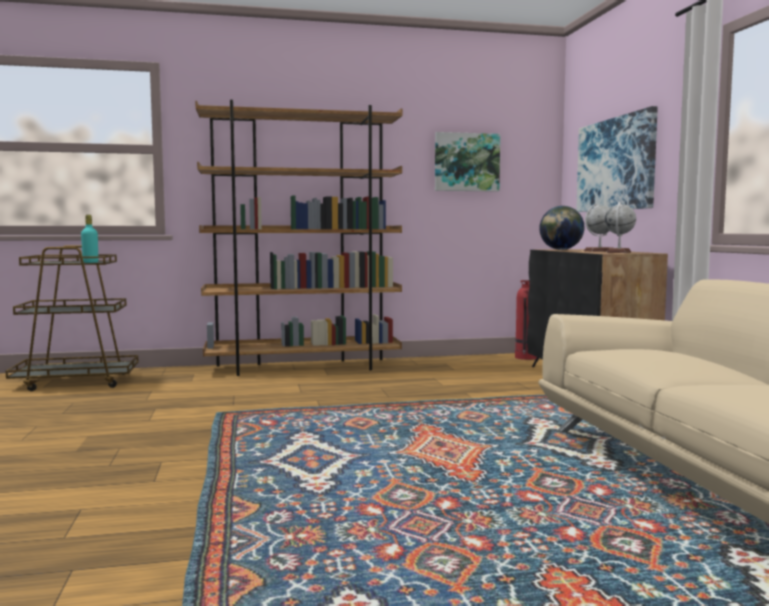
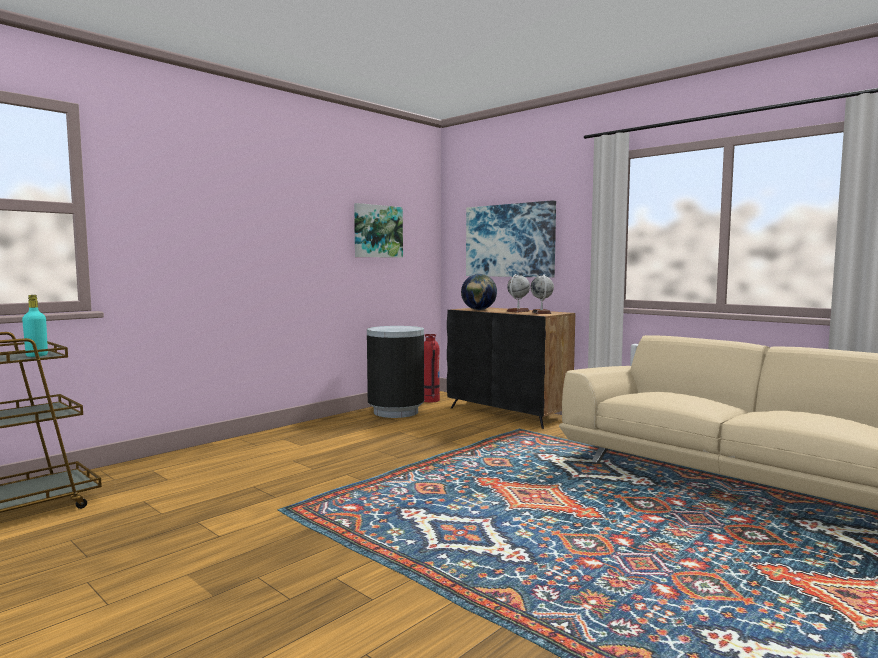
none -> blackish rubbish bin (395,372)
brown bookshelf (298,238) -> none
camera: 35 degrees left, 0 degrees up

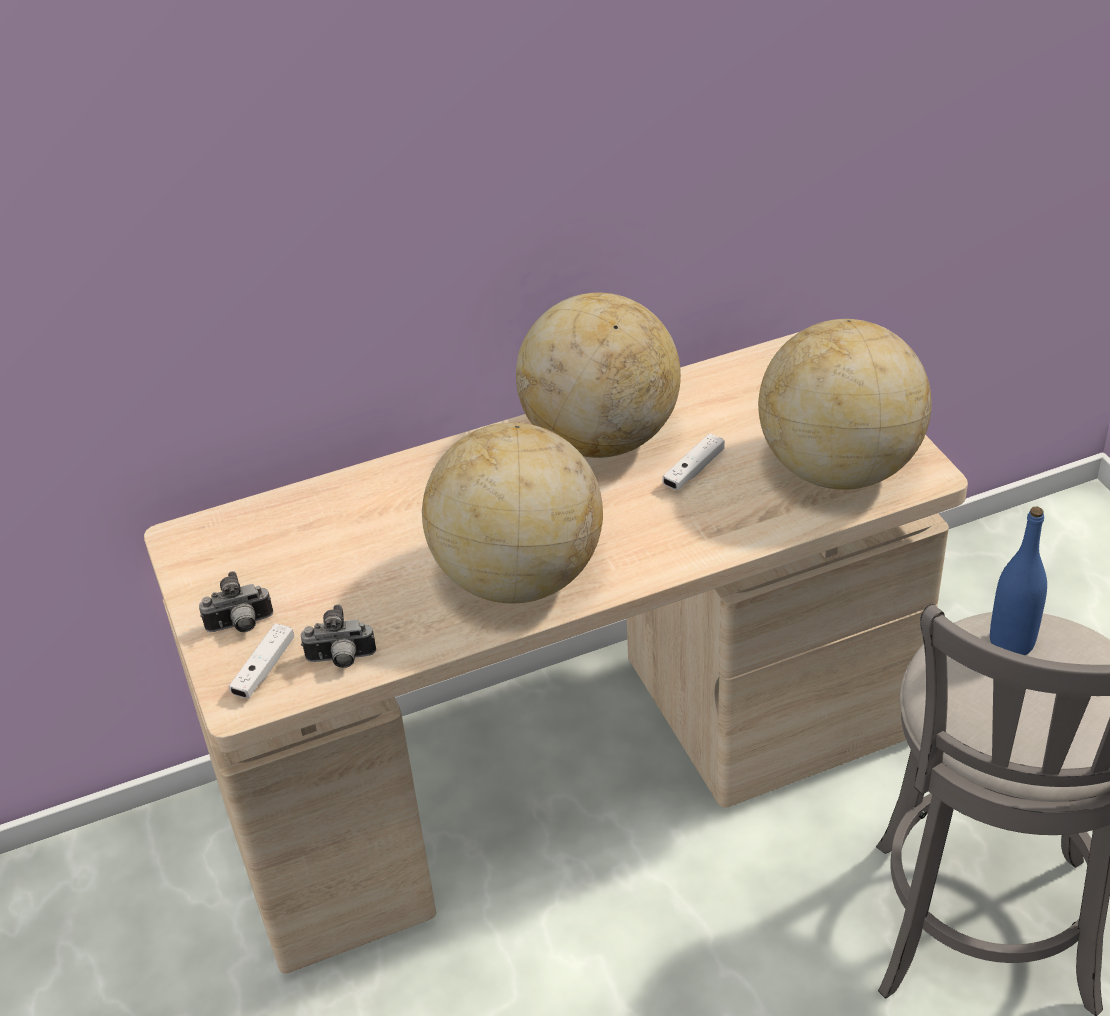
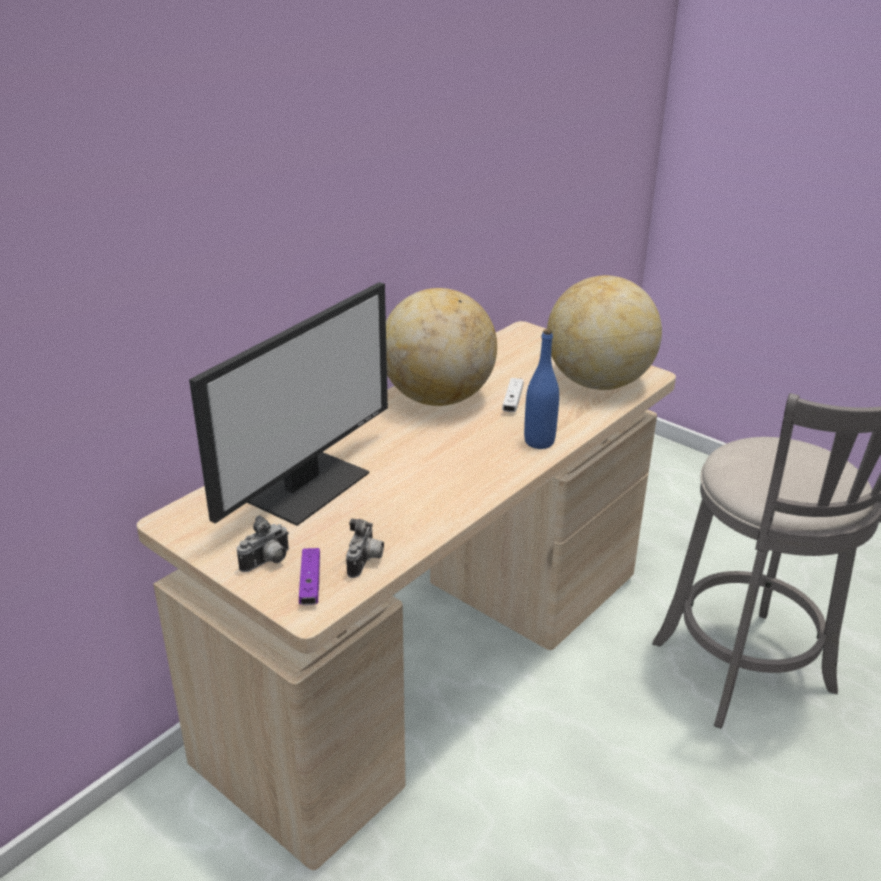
none -> computer display (288,404)
whitish joypad (261,660) -> purple joypad (309,576)
still camera (338,636) -> still camera (365,548), 45 degrees counterclockwise
blue-coloured bottle (1018,580) -> blue-coloured bottle (541,389), shifted
globe (512,513) -> none
camera: 30 degrees left, 10 degrees down

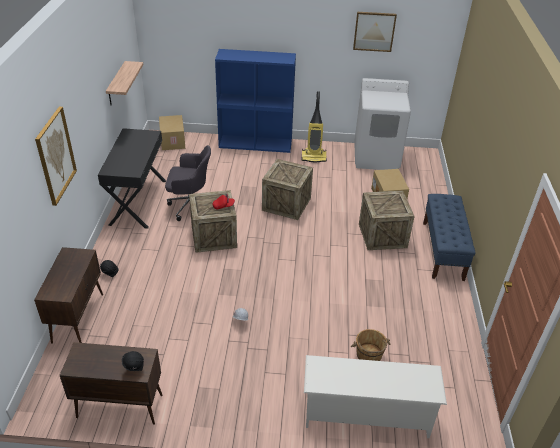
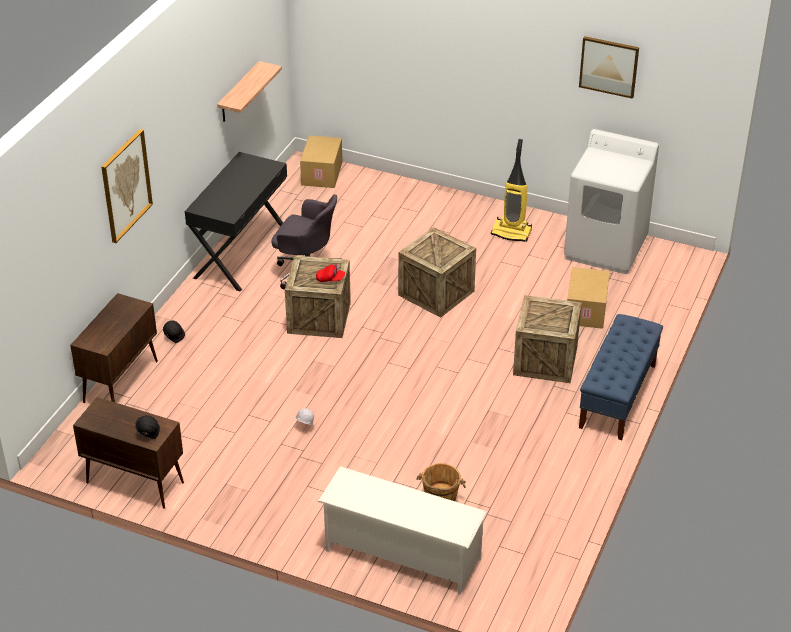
blue-coloured bookshelf (255,101) -> none
camera: 20 degrees right, 0 degrees up

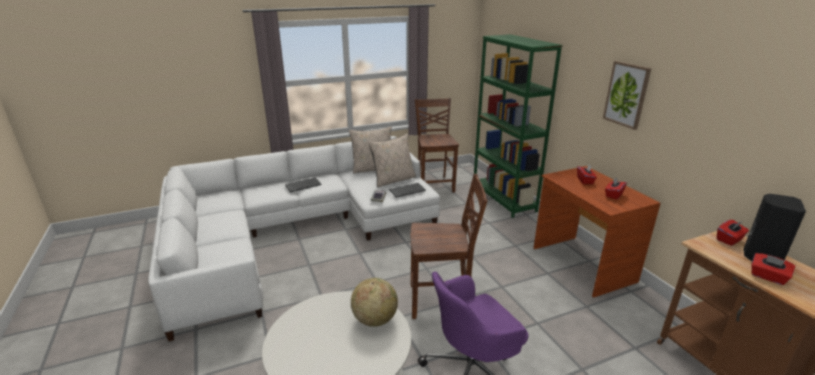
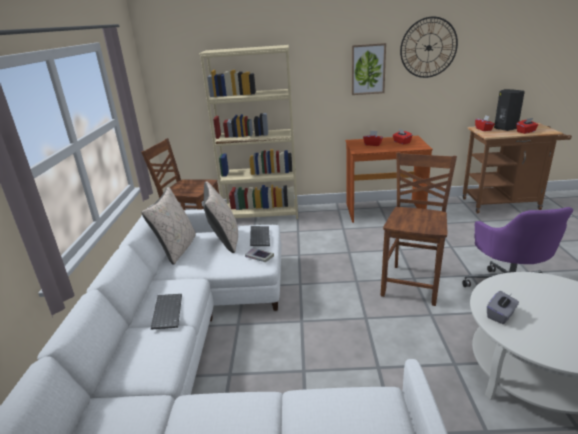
greenish bookshelf (518,126) -> sand-coloured bookshelf (248,132)
none -> wall clock (429,47)
none -> greyish box of tissues (503,307)
globe (374,302) -> none
camera: 65 degrees left, 0 degrees up

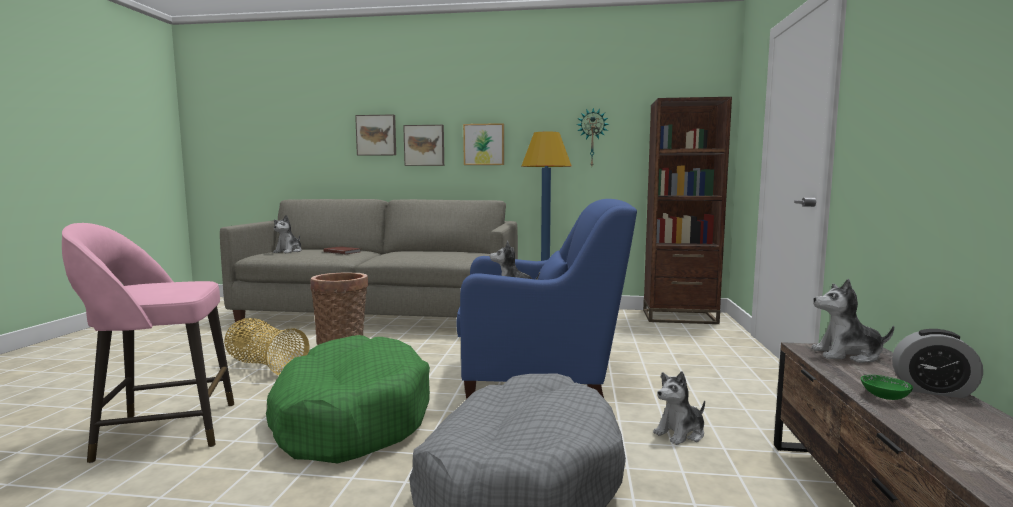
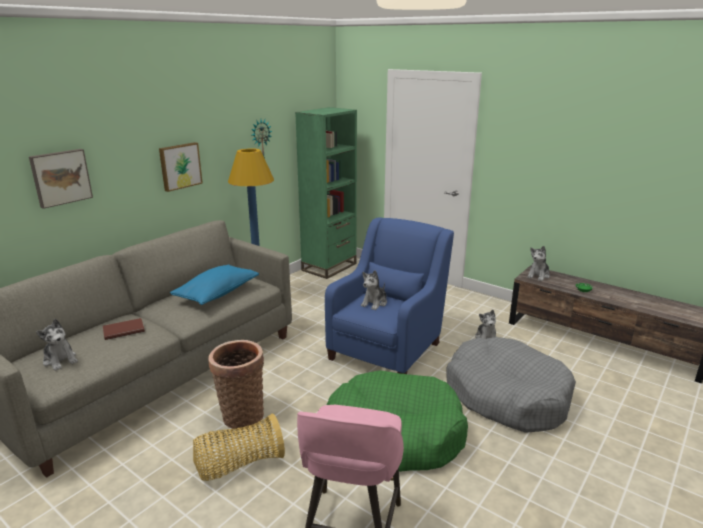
none -> blue-coloured throw pillow (214,285)
brown bookshelf (687,210) -> greenish bookshelf (326,193)
wall art (423,145) -> none
table clock (937,363) -> none
camera: 60 degrees left, 15 degrees up

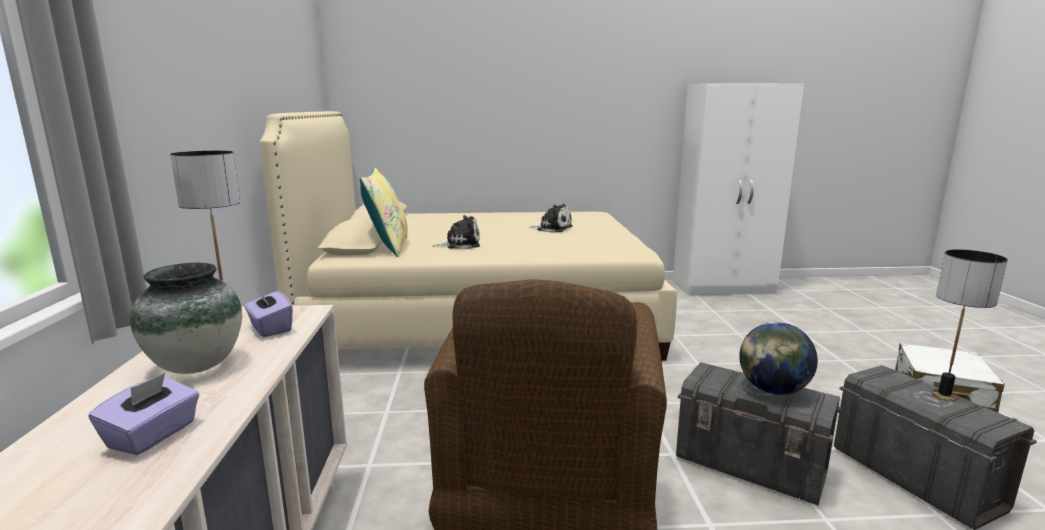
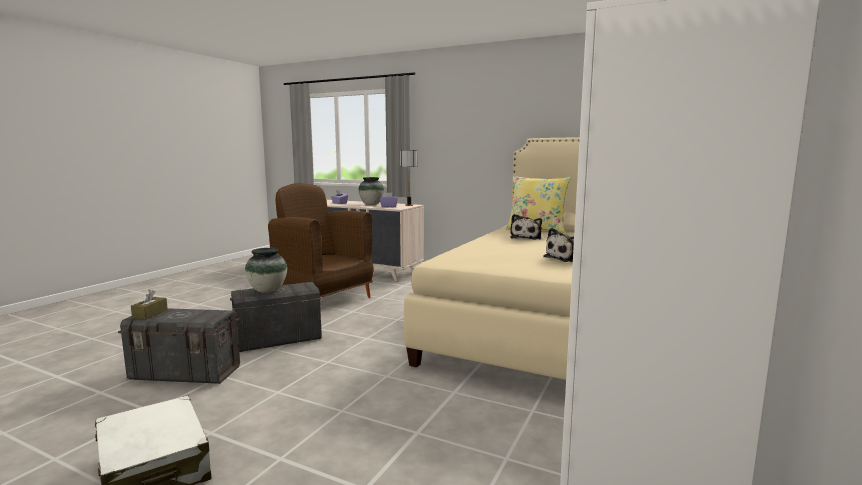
none -> brown box of tissues (149,305)
globe (778,358) -> vase (266,270)
tabletop lamp (970,325) -> none
camera: 120 degrees right, 5 degrees down

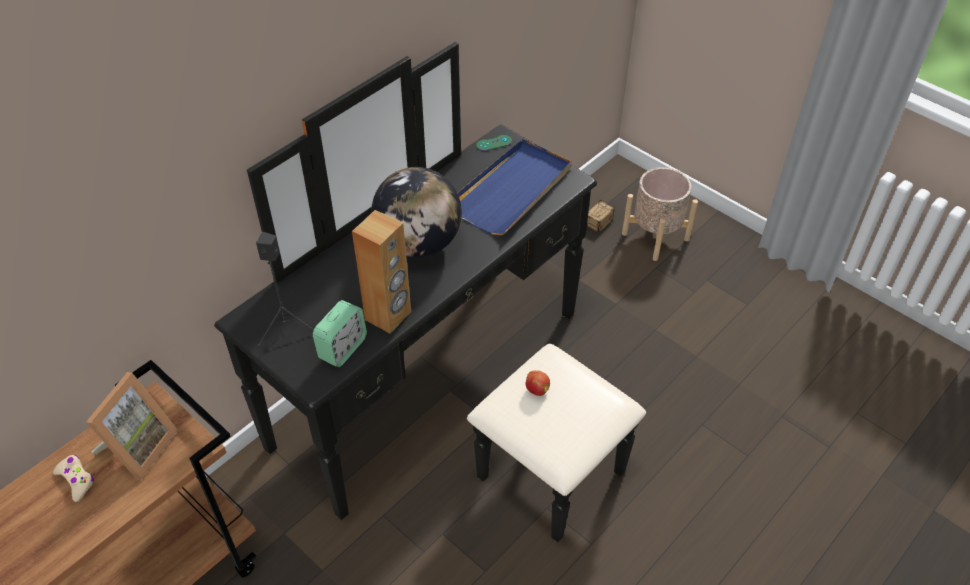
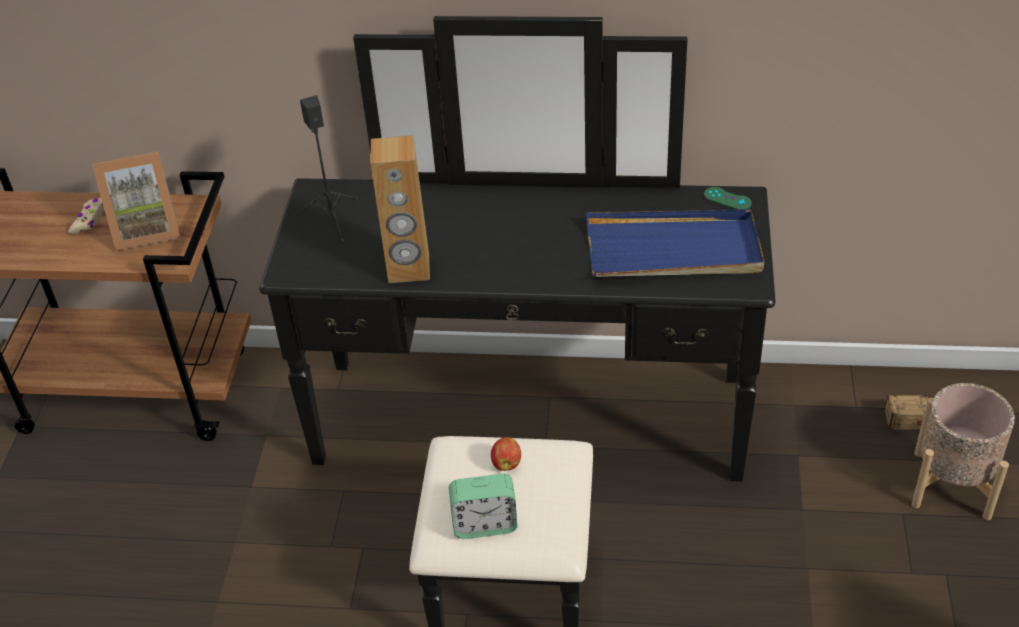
table clock (340,333) -> table clock (483,506), shifted
globe (416,212) -> none
camera: 55 degrees right, 5 degrees down

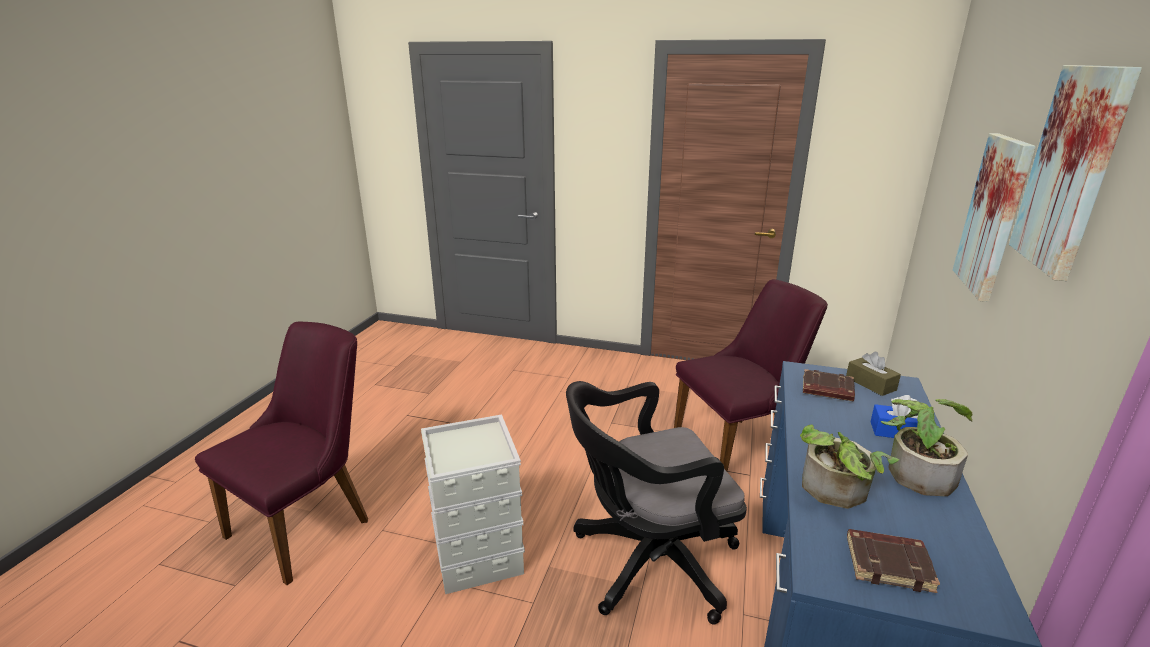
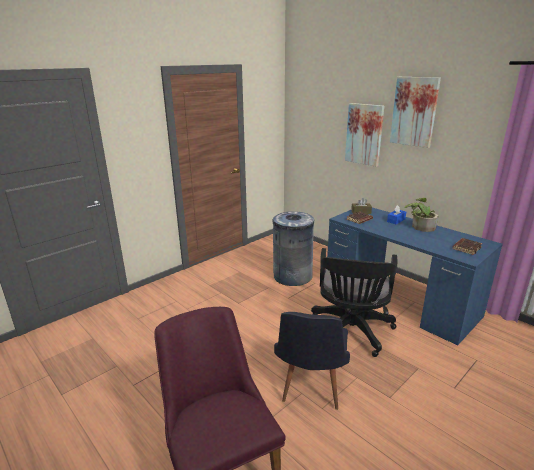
purple chair (751,375) -> greyish rubbish bin (293,248)
greyish storage box (473,504) -> blackish chair (312,361)
houseplant (849,467) -> none
camera: 60 degrees left, 0 degrees up

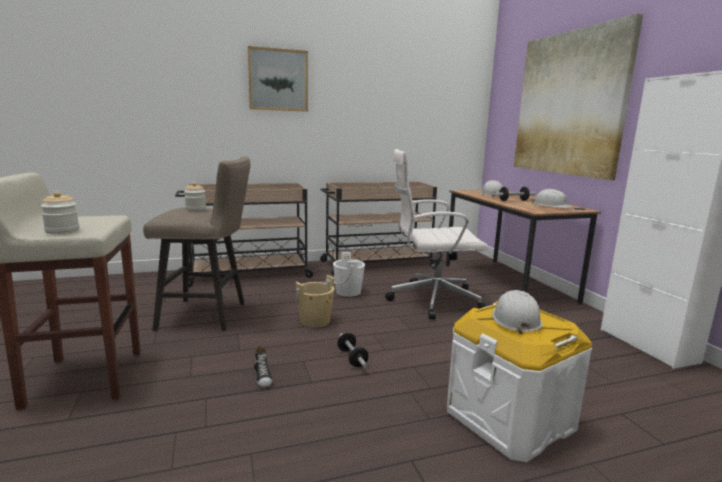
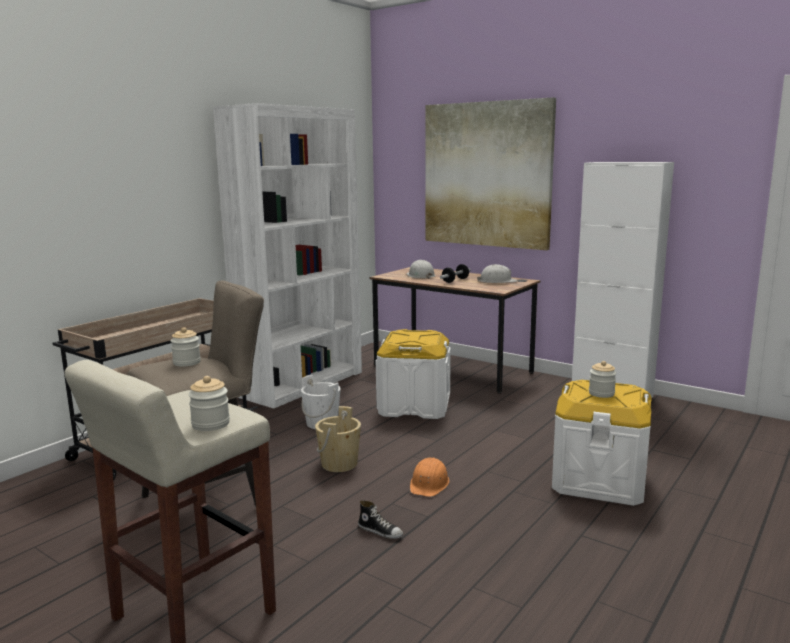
sand-coloured trolley (378,228) -> whitish bookshelf (287,255)
whitish computer chair (436,234) -> whitish storage box (413,374)
dumbbell (352,350) -> orange safety helmet (429,477)
whitish safety helmet (517,312) -> jar (602,379)
wall art (278,79) -> none
camera: 35 degrees left, 0 degrees up

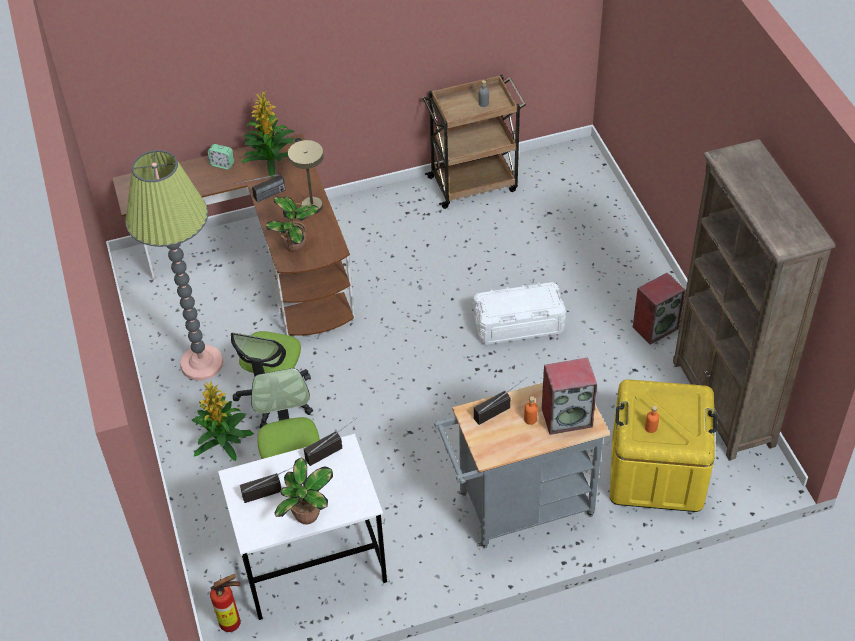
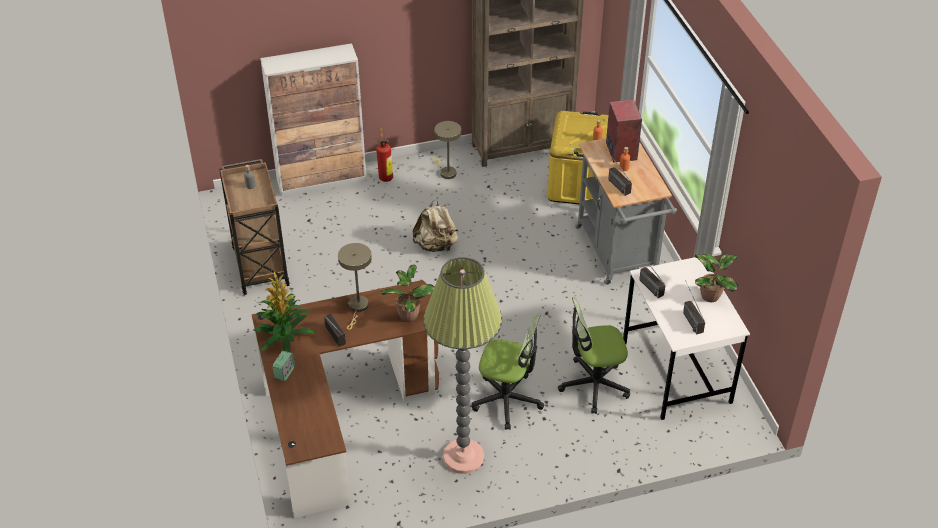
none -> storage cabinet (313,120)
fire-fighting cylinder (225,603) -> fire-fighting cylinder (384,154), shifted
whitish storage box (519,313) -> sand-coloured knapsack (435,226)
speaker (659,309) -> sand-coloured tabletop lamp (447,150)
houseplant (223,421) -> none
camera: 90 degrees left, 5 degrees down

